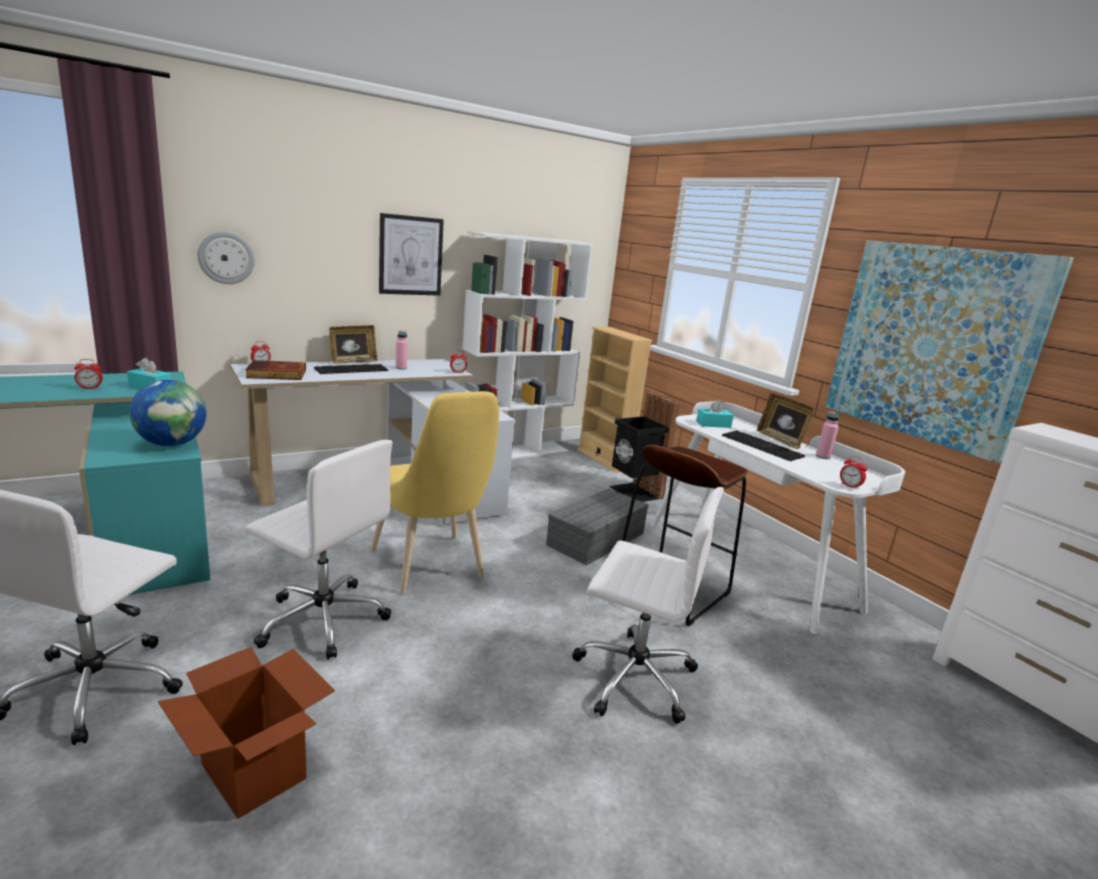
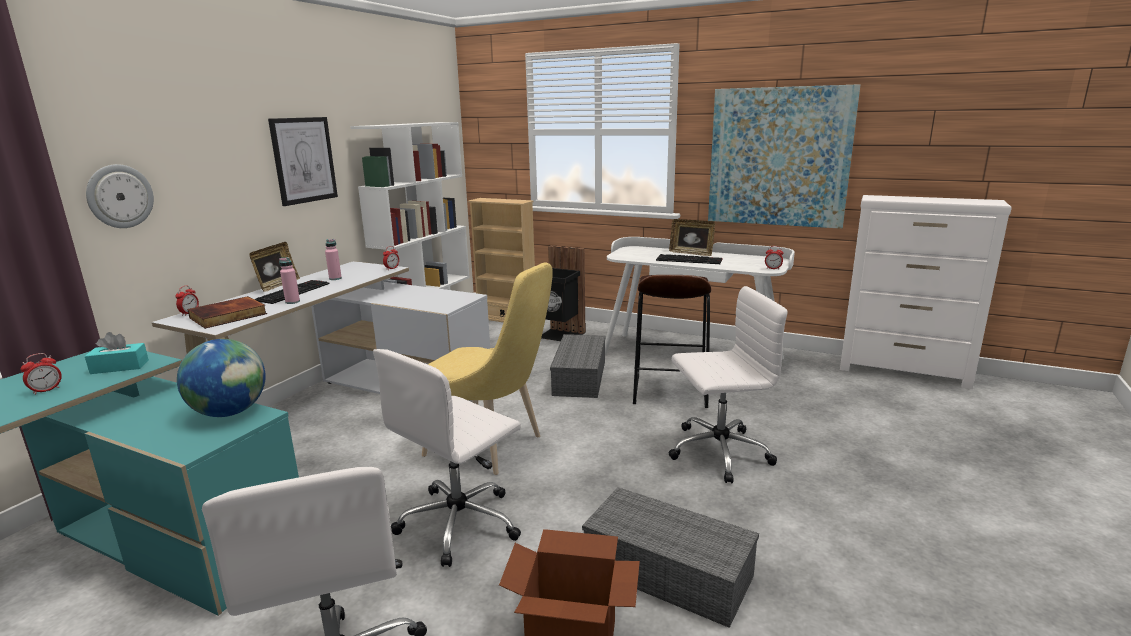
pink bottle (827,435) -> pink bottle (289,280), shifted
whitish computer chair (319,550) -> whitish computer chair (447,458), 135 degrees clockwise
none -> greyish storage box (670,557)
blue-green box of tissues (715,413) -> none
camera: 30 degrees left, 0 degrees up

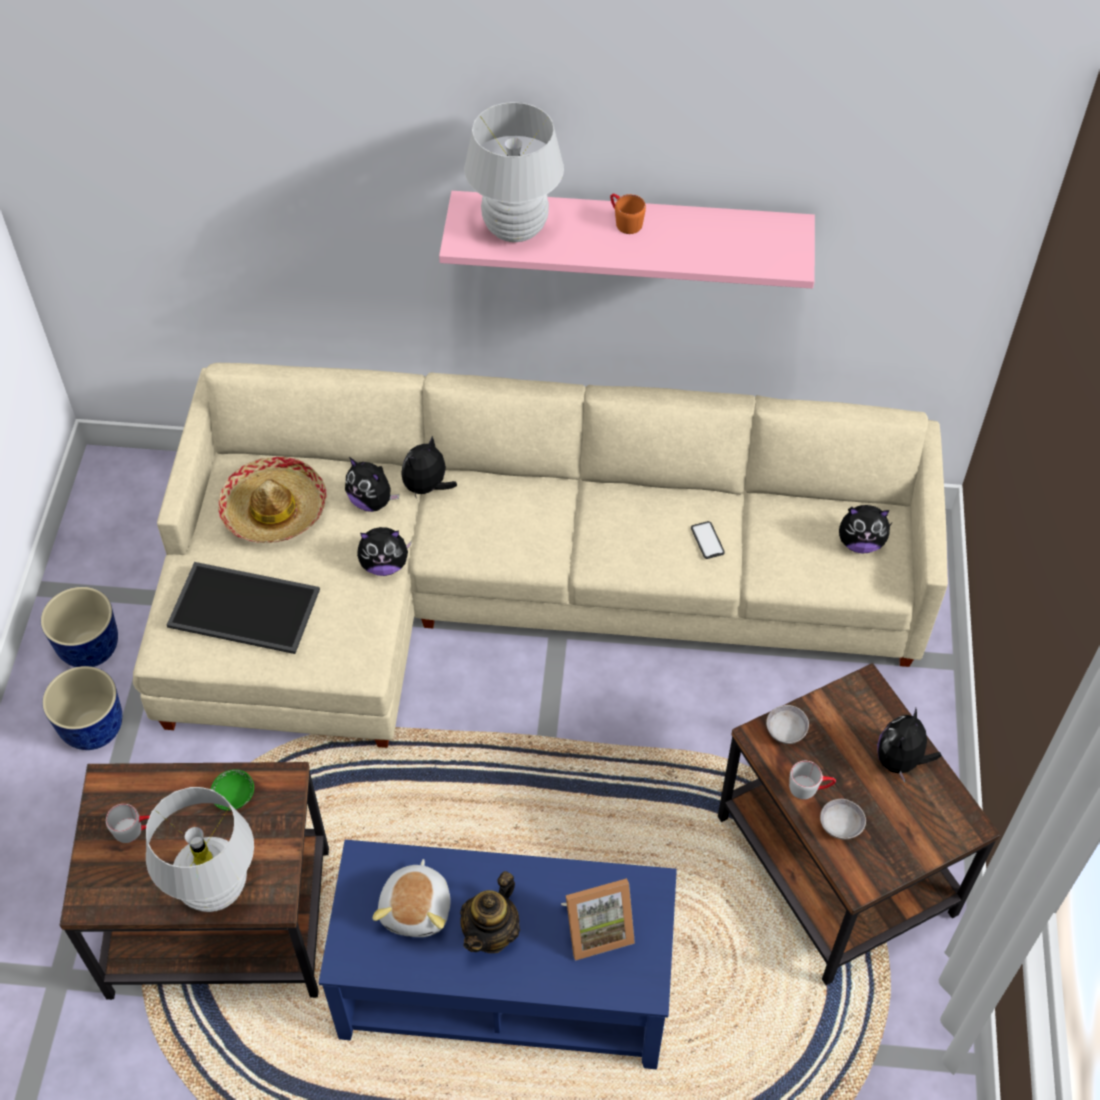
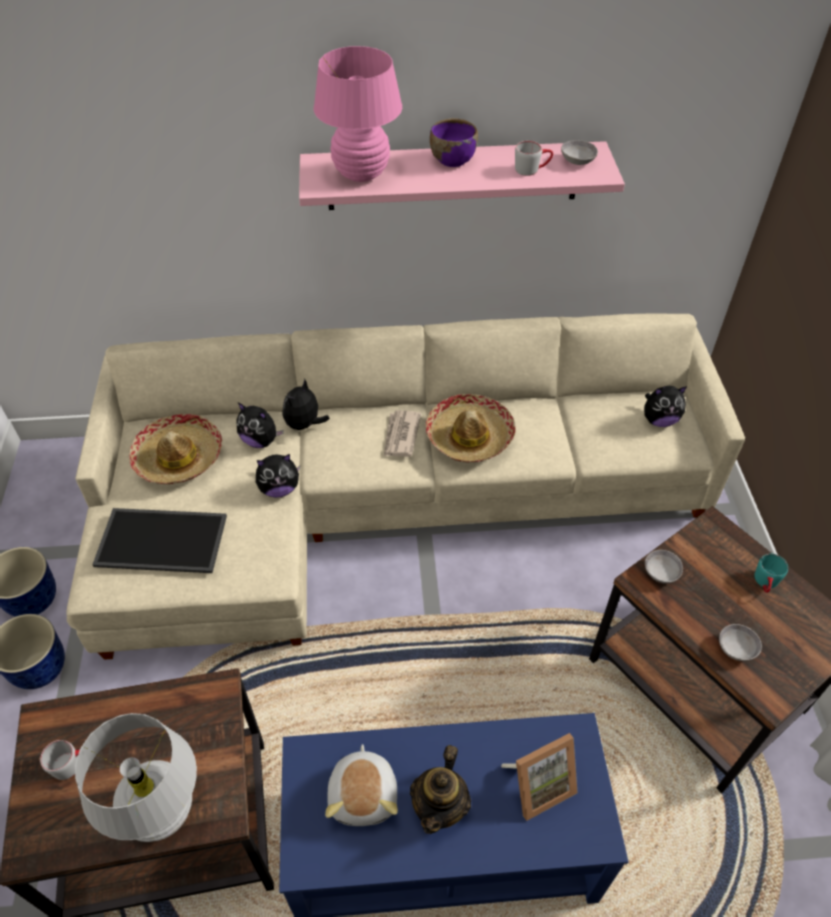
whitish tabletop lamp (514,172) -> pink tabletop lamp (358,114)
none -> printed paper (402,433)
none -> hat (471,428)
orange tea mug (628,214) -> purple serving bowl (454,142)
greyish tea mug (812,780) -> greyish tea mug (534,158), shifted
none -> greyish serving bowl (579,152)
cuddly toy (909,745) -> blue-green tea mug (771,573)
greenish serving bowl (232,790) -> none
handset (708,540) -> none
camera: 10 degrees left, 5 degrees down

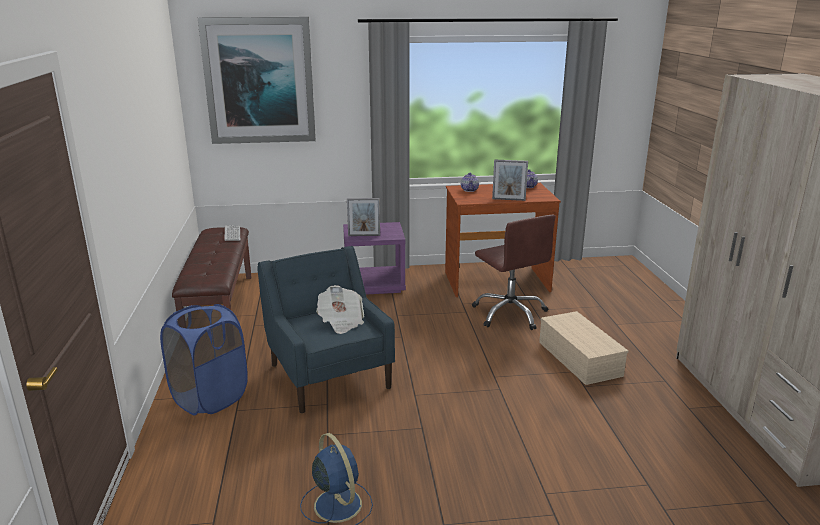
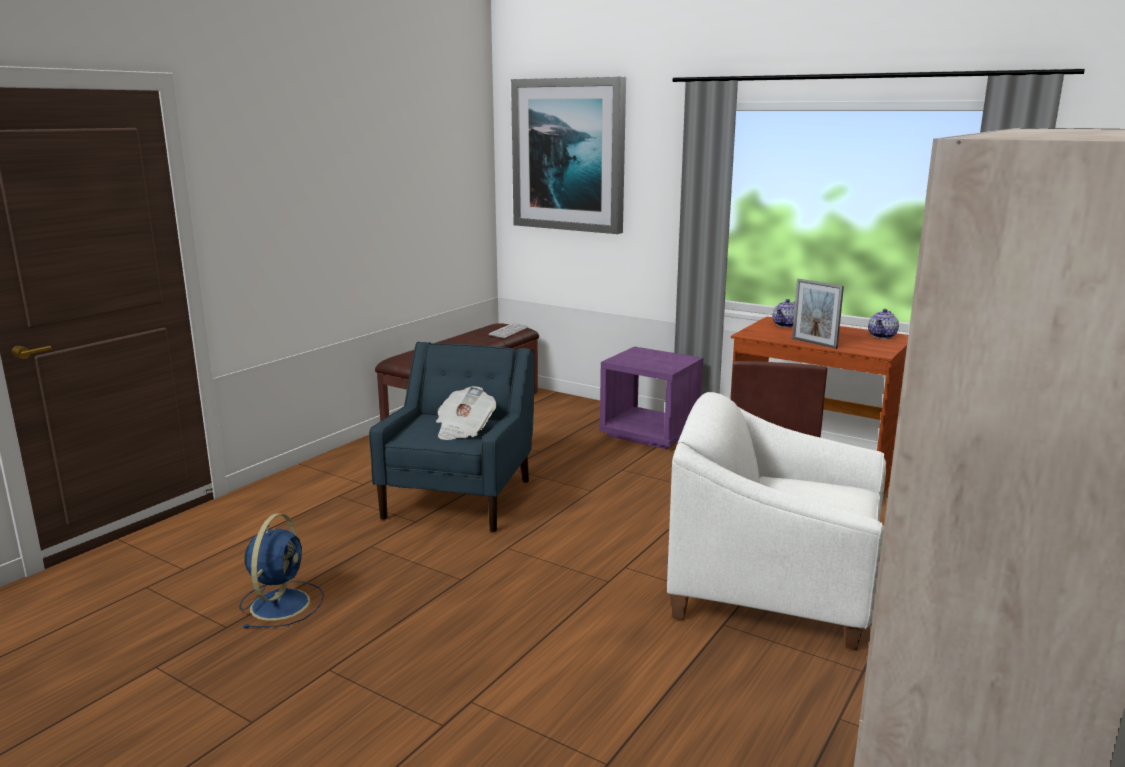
sand-coloured storage box (583,348) -> whitish lounge chair (776,521)
blue-coloured washing basket (204,360) -> none
standing frame (363,217) -> none
camera: 40 degrees right, 5 degrees down

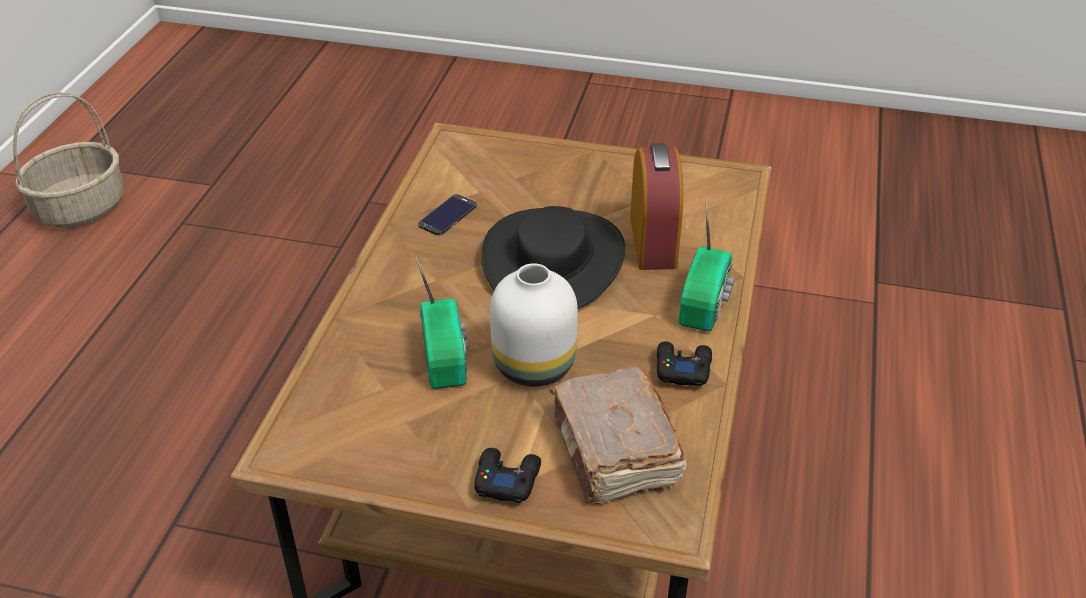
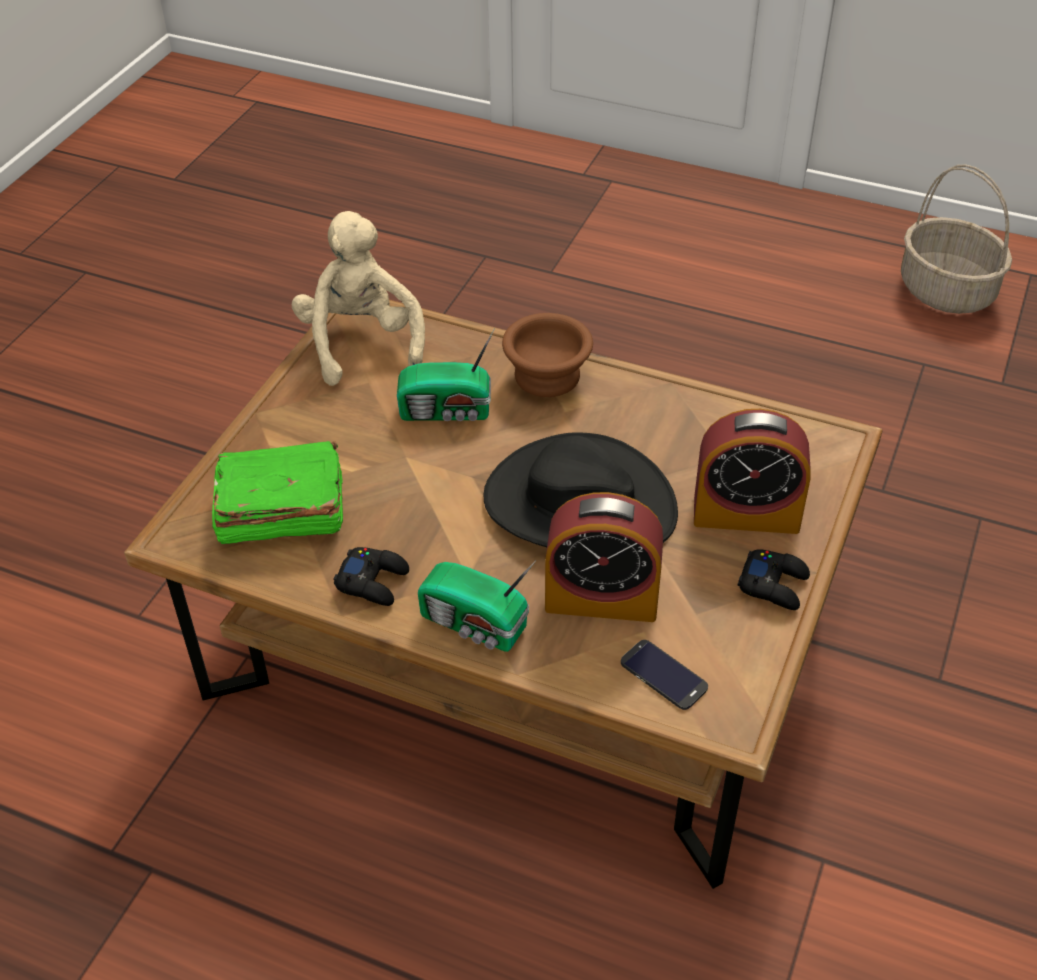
brown bound book (617,435) -> greenish bound book (277,492)
none -> sand-coloured cuddly toy (358,298)
none -> brown serving bowl (547,355)
handset (447,214) -> handset (664,675), shifted
none -> table clock (752,471)
blackish joypad (507,475) -> blackish joypad (774,579), shifted
whitish vase (534,325) -> none
camera: 100 degrees right, 5 degrees up

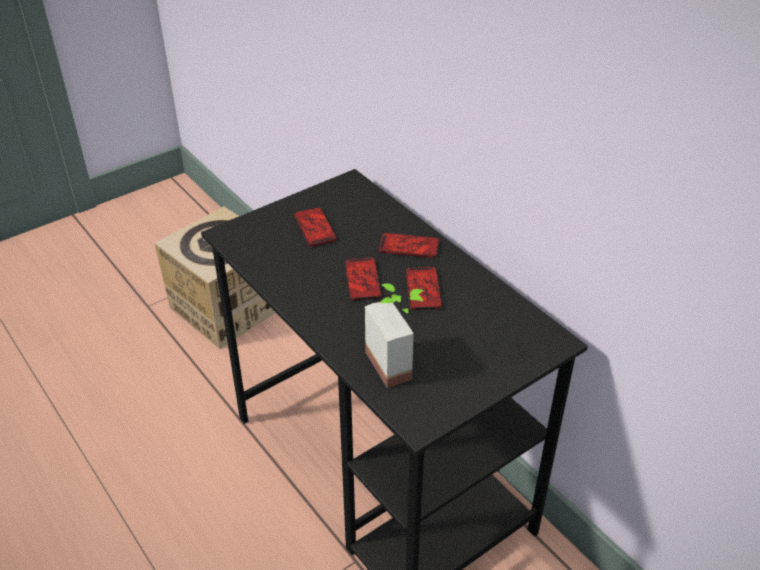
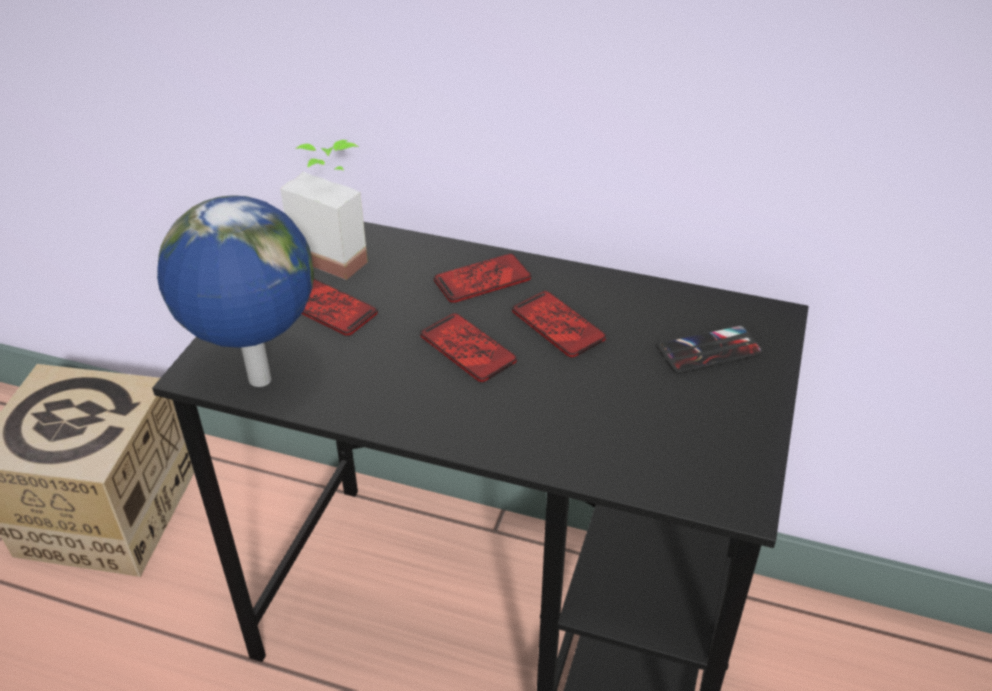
none -> globe (235,291)
houseplant (394,336) -> houseplant (324,210), shifted
none -> handset (710,349)
camera: 35 degrees left, 0 degrees up

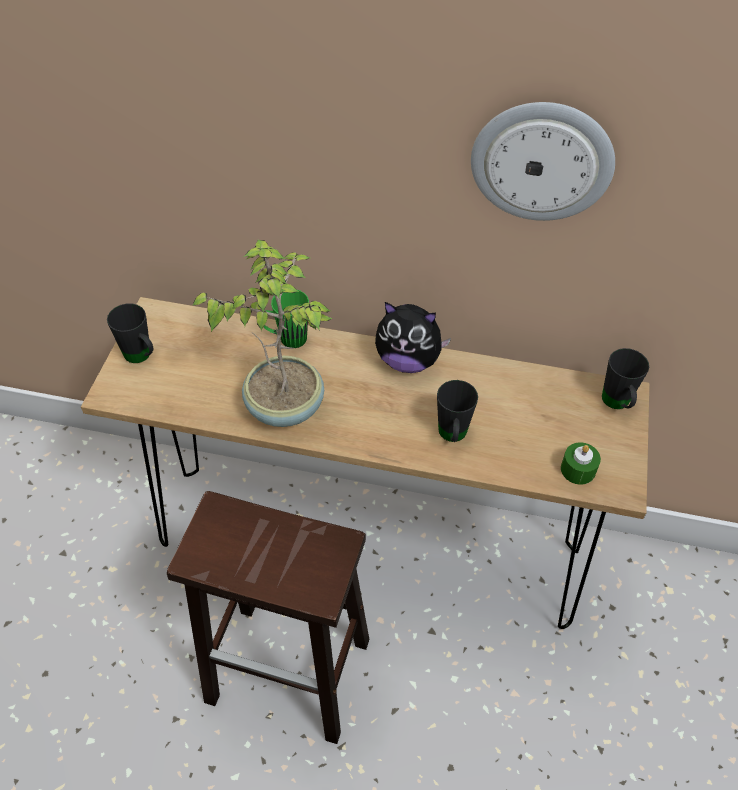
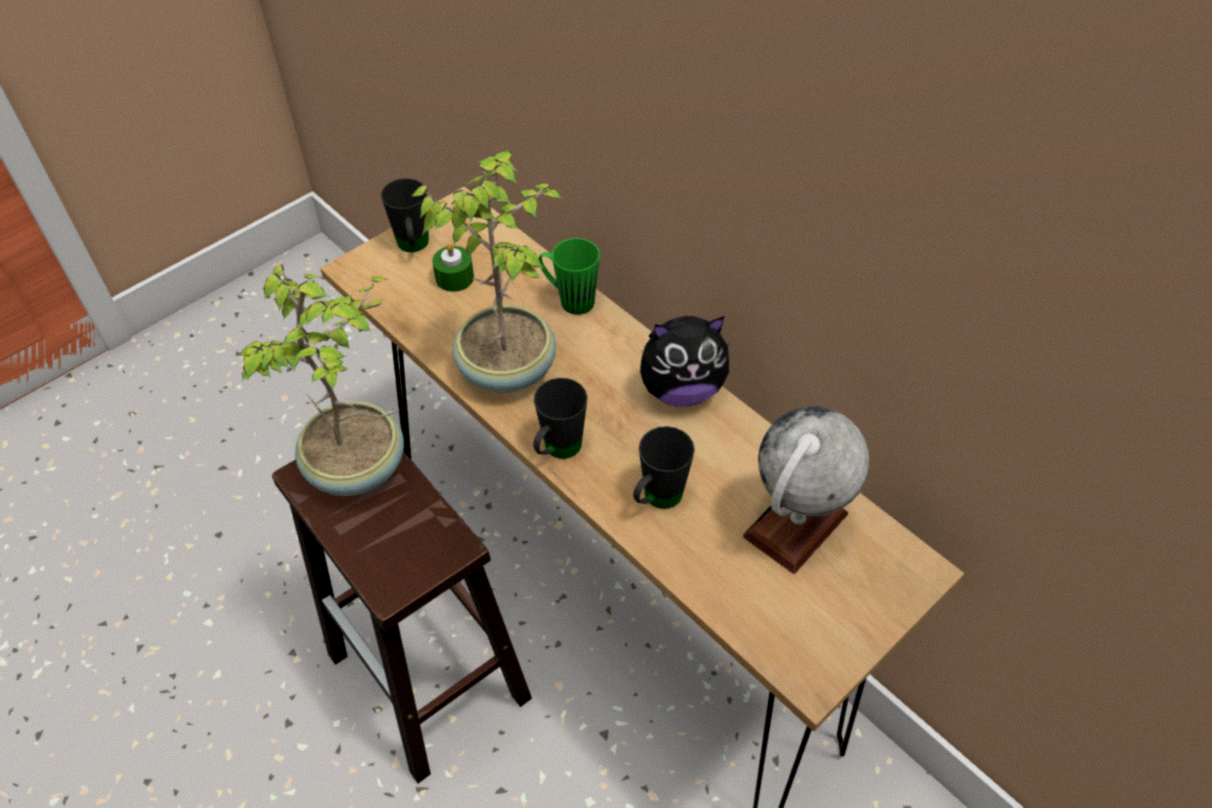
none -> houseplant (321,380)
greenish wax light (581,463) -> greenish wax light (453,267), shifted
blackish tea mug (625,378) -> blackish tea mug (560,418), shifted
cuddly toy (413,337) -> cuddly toy (685,361), 60 degrees counterclockwise
none -> globe (806,490)
wall clock (543,161) -> none
camera: 35 degrees right, 0 degrees up

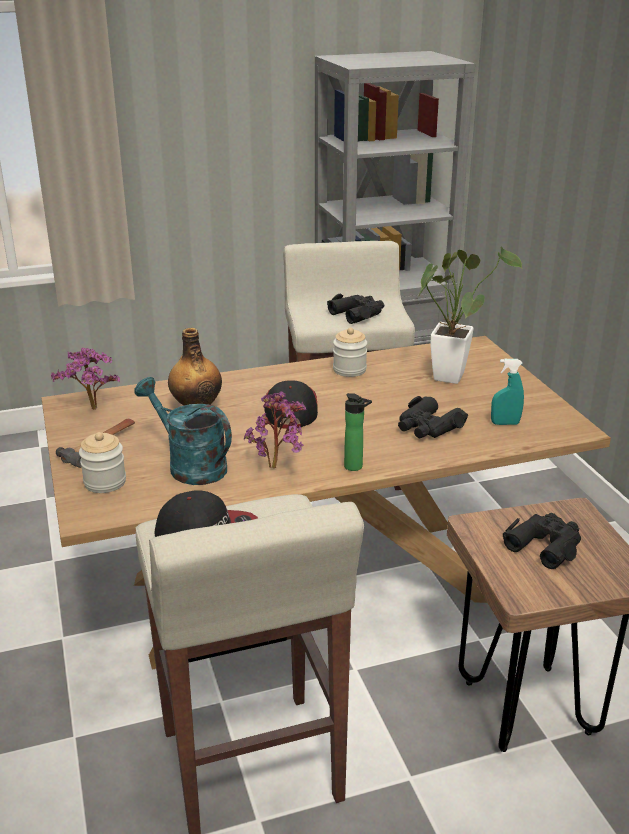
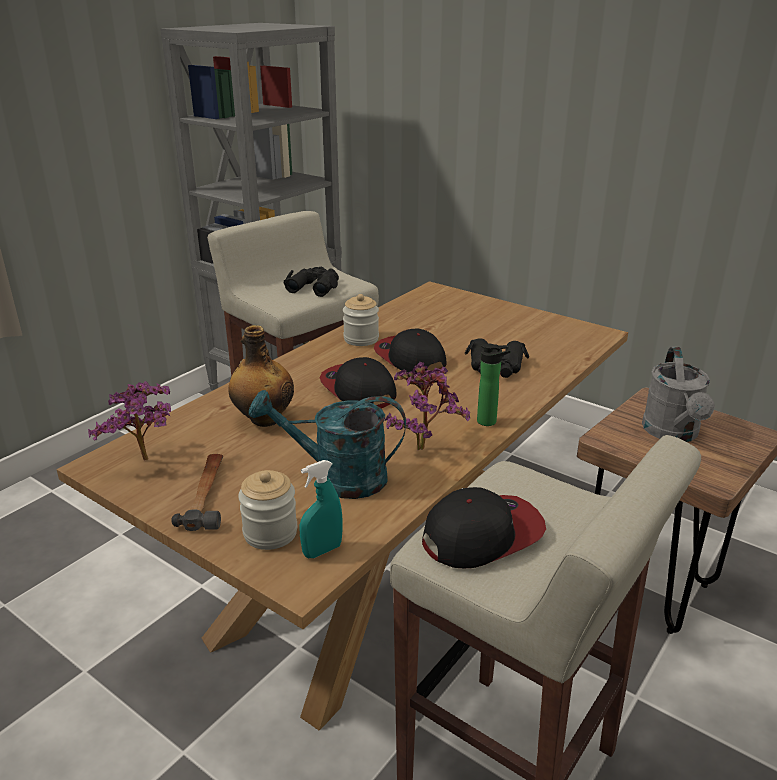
blue-green sprayer (507,392) -> blue-green sprayer (321,509), shifted
none -> baseball cap (410,351)
blackish binoculars (542,541) -> greyish watering pot (678,394)
houseplant (470,315) -> none
camera: 35 degrees left, 0 degrees up

